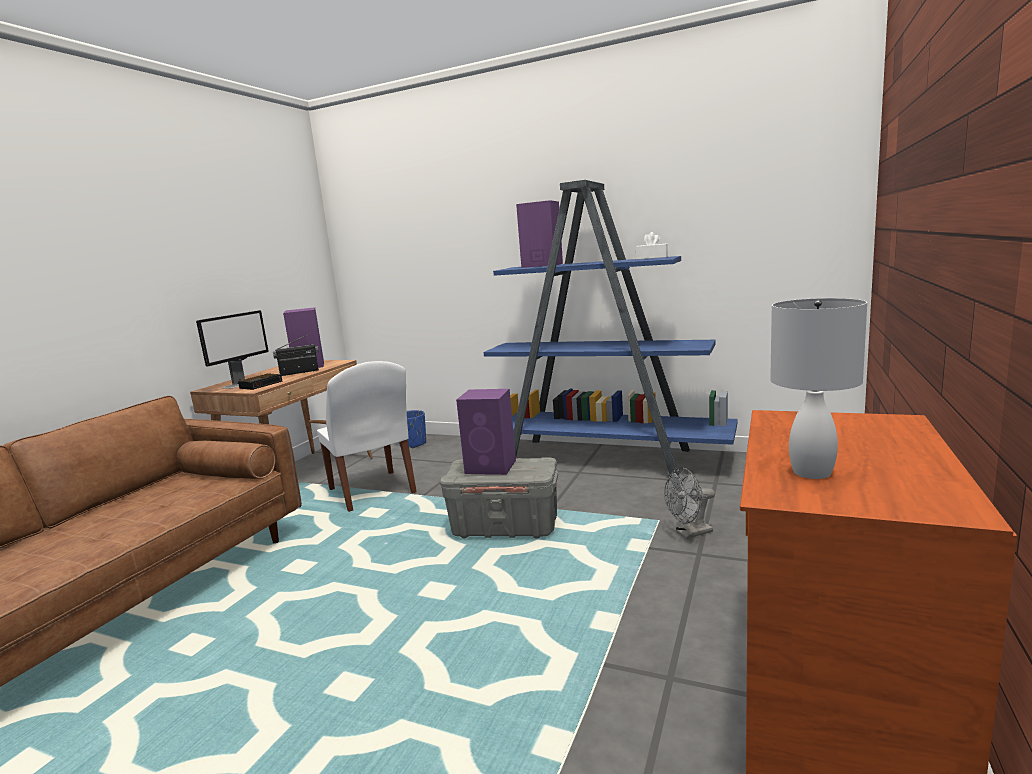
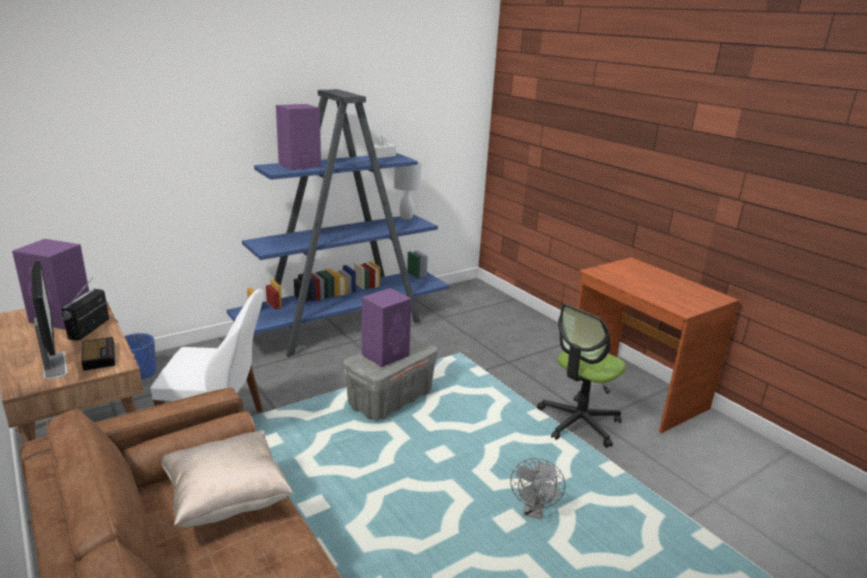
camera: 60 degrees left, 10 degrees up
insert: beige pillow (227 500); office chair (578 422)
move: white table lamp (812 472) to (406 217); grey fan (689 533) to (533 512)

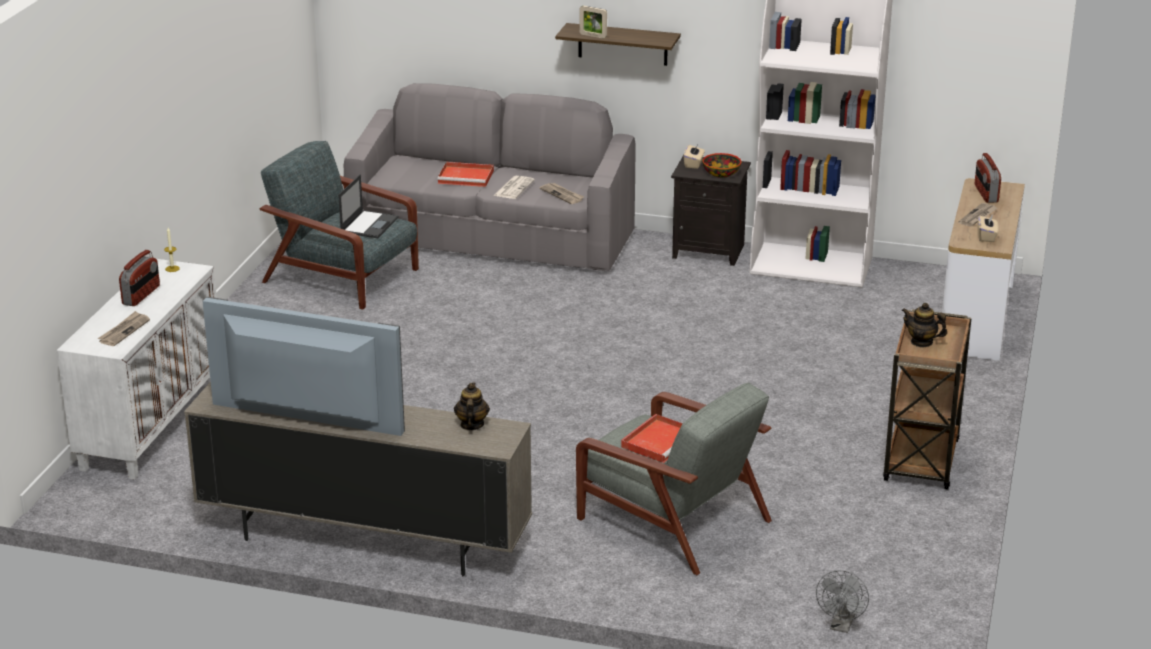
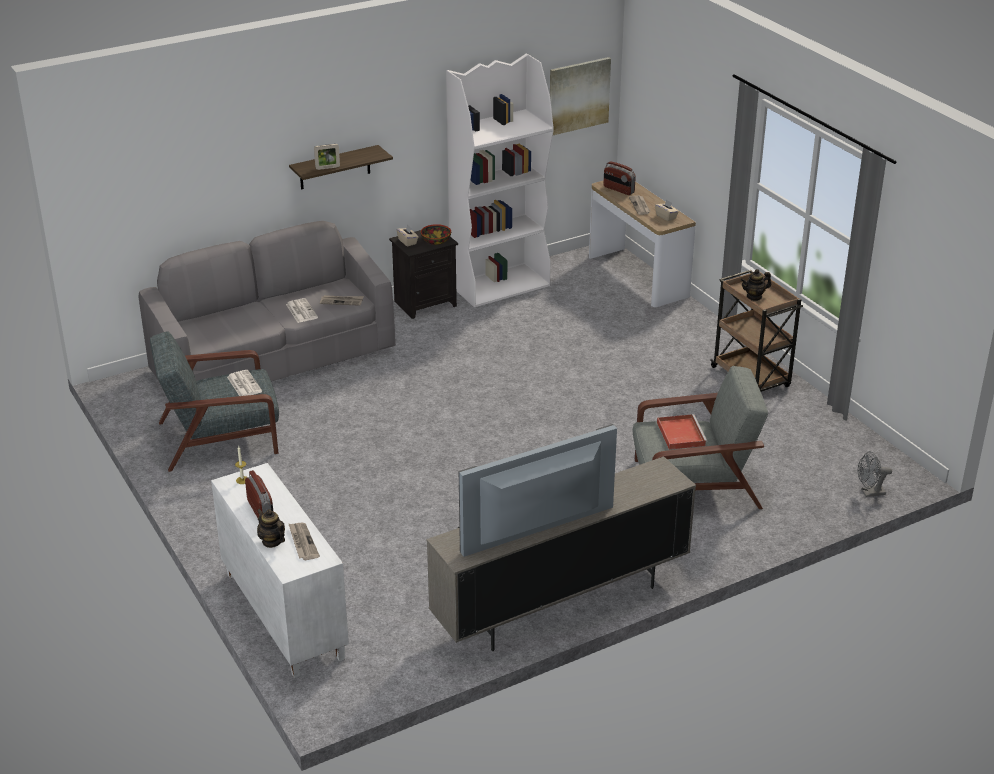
camera: 45 degrees left, 5 degrees up
delete: red tray (467 177)
insert: picture (578 95)
move: teapot (471 425) to (272 541)
replace: laptop (369 224) to newspaper (243 384)
rotate: grey fan (841 626) = (869 493) 105 degrees clockwise

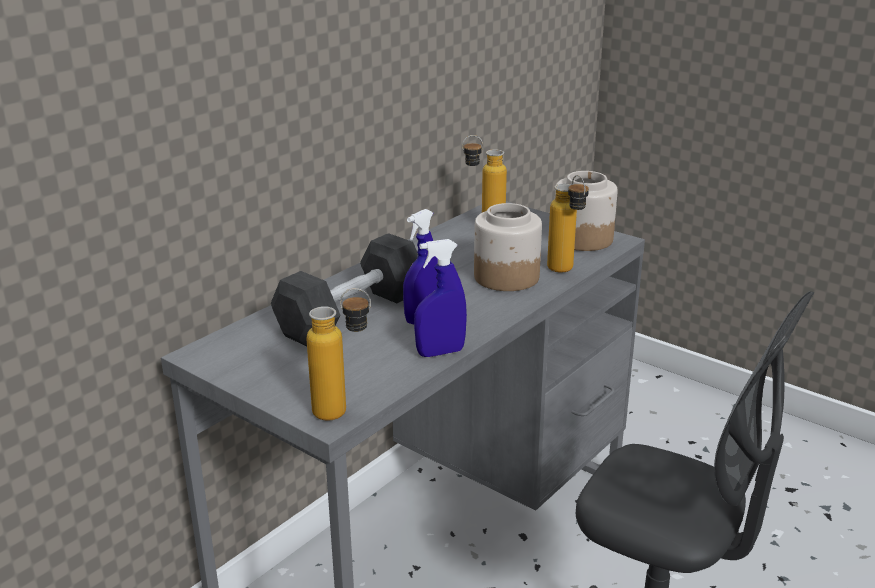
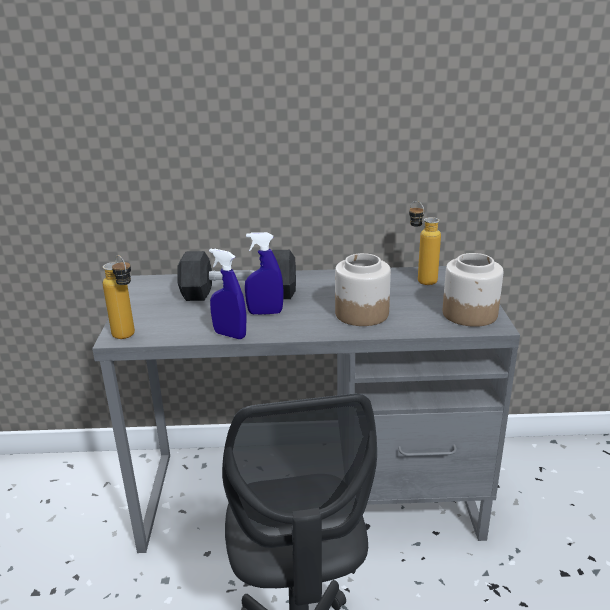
camera: 50 degrees right, 0 degrees up
delete: bottle (565 272)

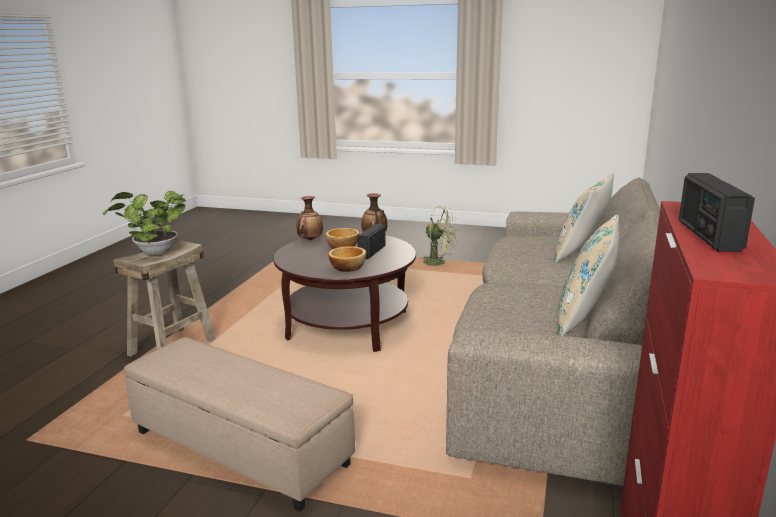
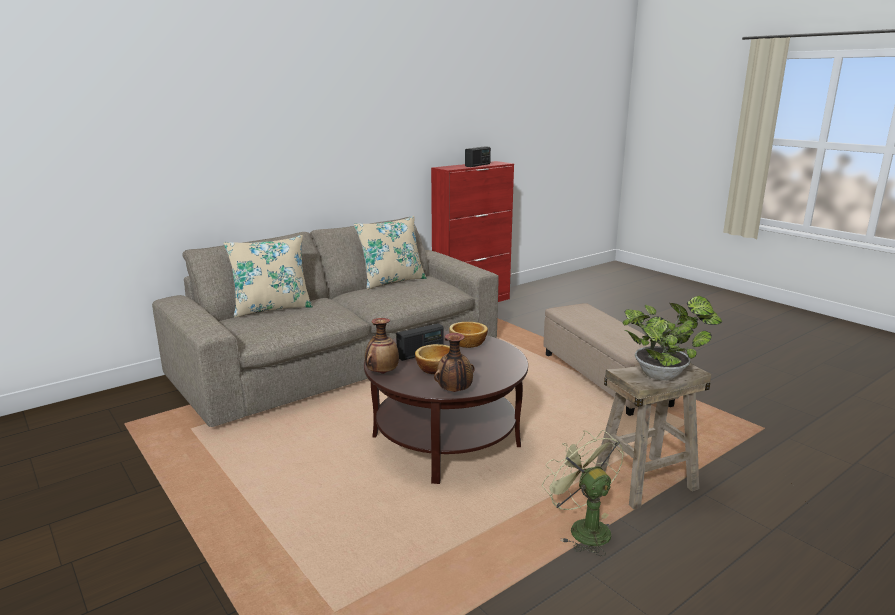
camera: 145 degrees left, 0 degrees up
move: green fan (439 263) to (582 528)

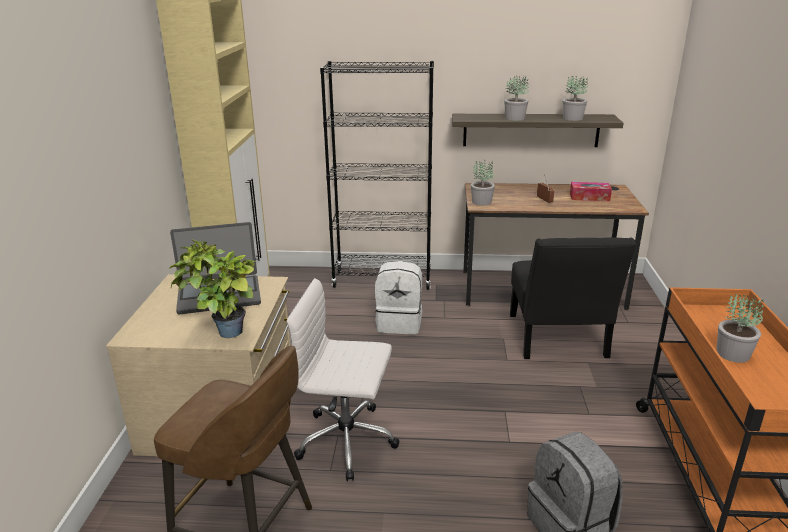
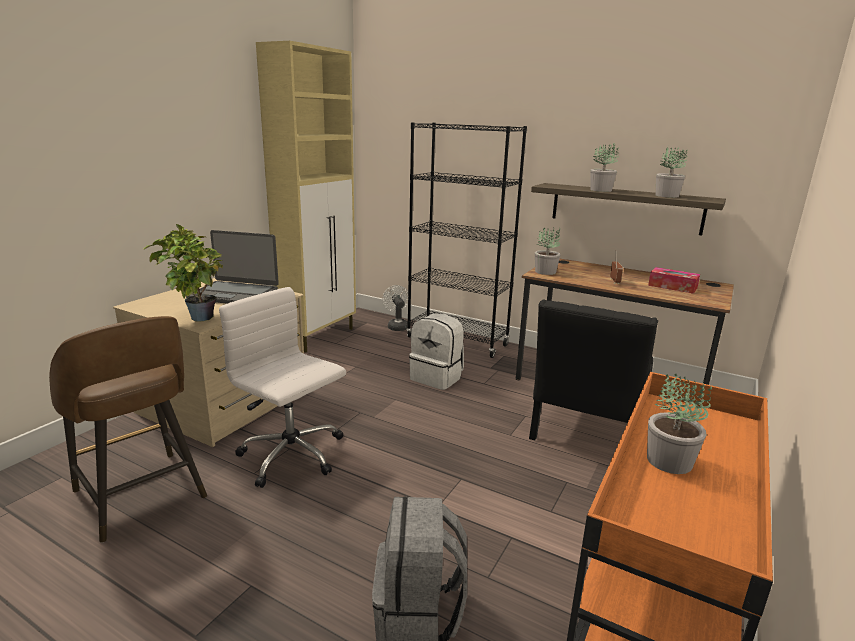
camera: 25 degrees right, 5 degrees down
insert: white fan (397 326)

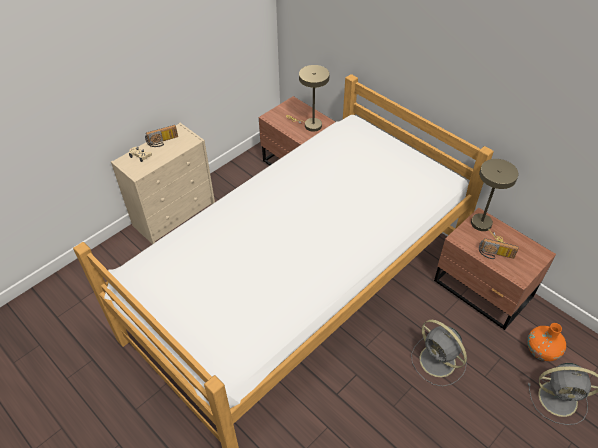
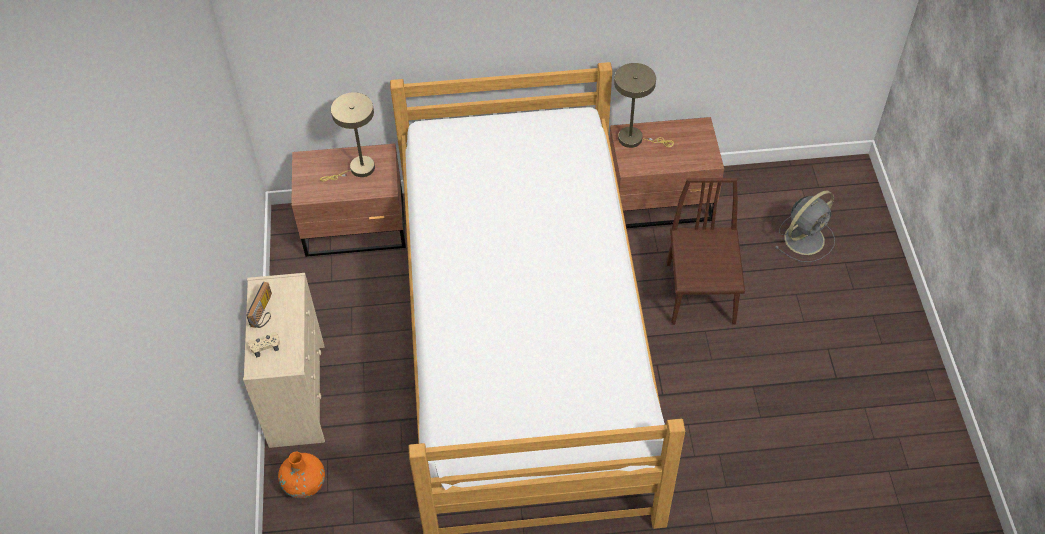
camera: 50 degrees left, 5 degrees up
delete: radio (495 255)
move: orange vase (541 351) to (304 484)
replace: grey fan (438 362) to brown chair (700 293)

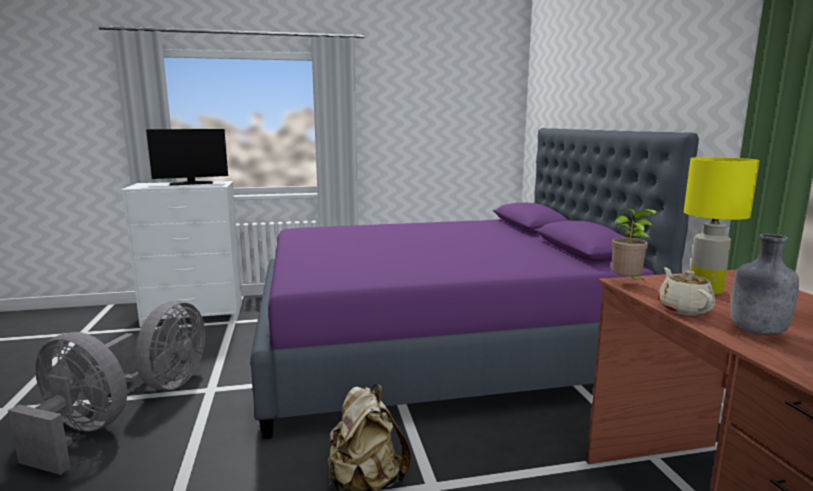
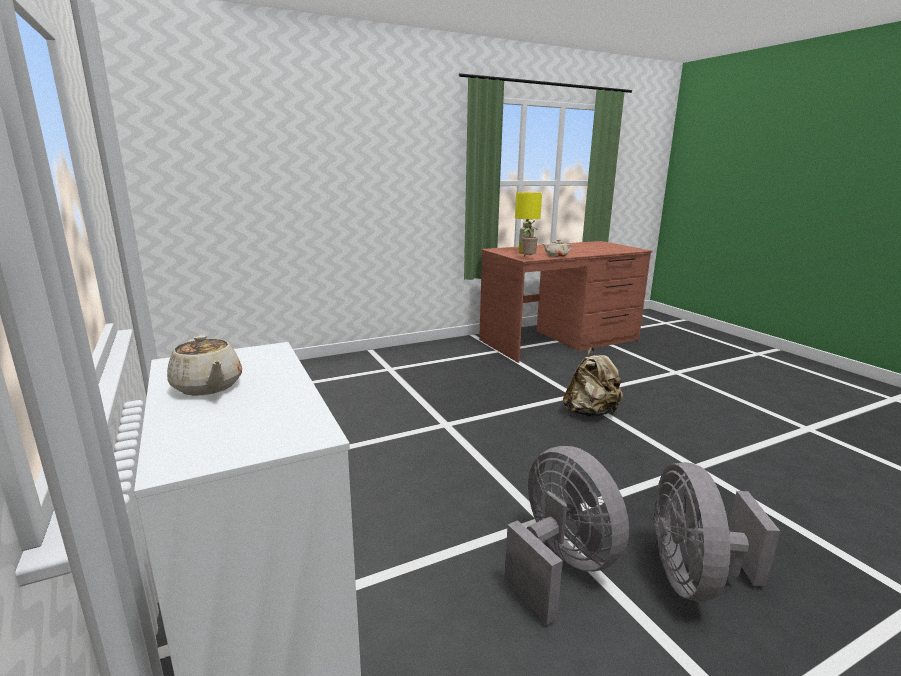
camera: 105 degrees left, 5 degrees up
delete: purple bed (438 348); grey bottle (756 332)
replace: monitor (191 183) to beige teapot (208 387)
rotate: grey fan (165 385) = (560 565) 60 degrees clockwise

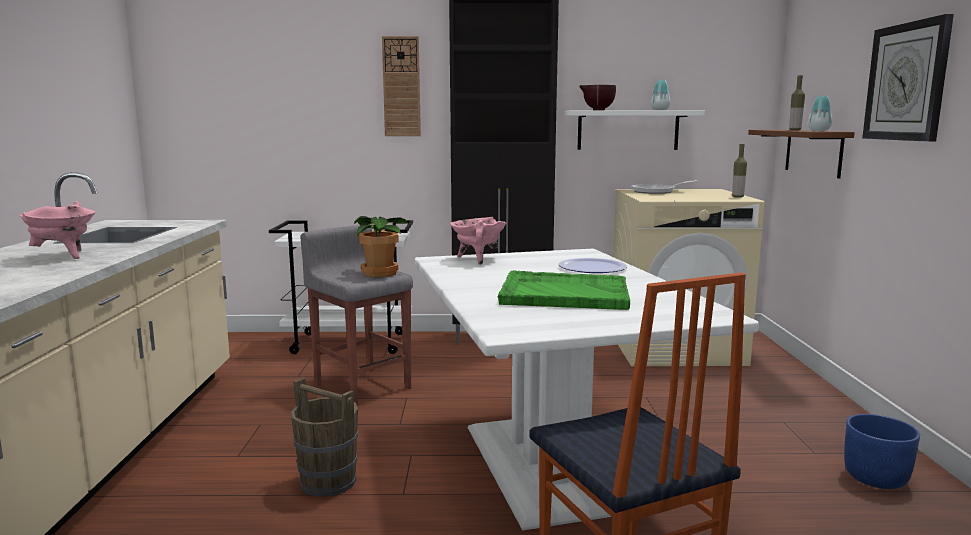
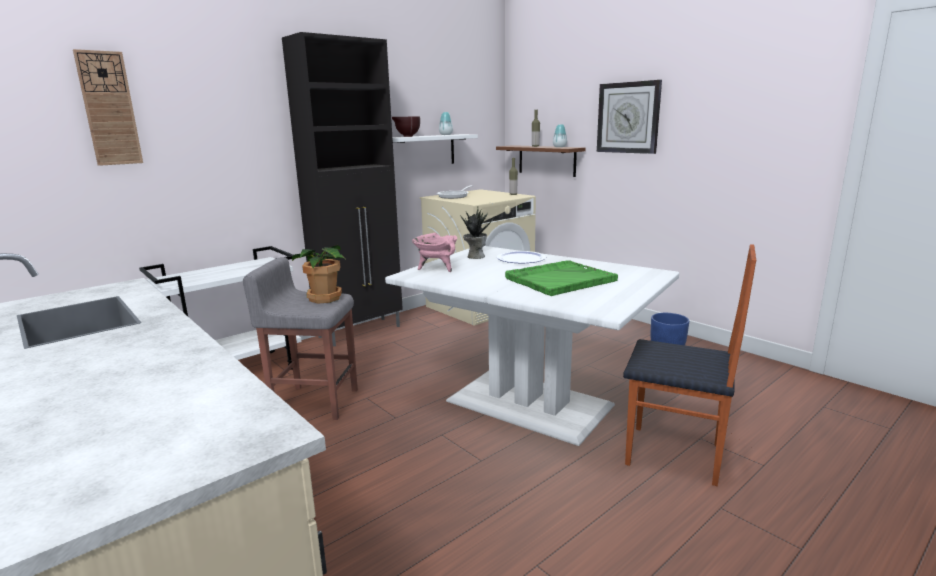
camera: 40 degrees left, 5 degrees up
delete: pink cooking pot (64 256); brown bucket (327 481)
insert: potted plant (475 256)
move: wall clock (401 87) to (109 109)

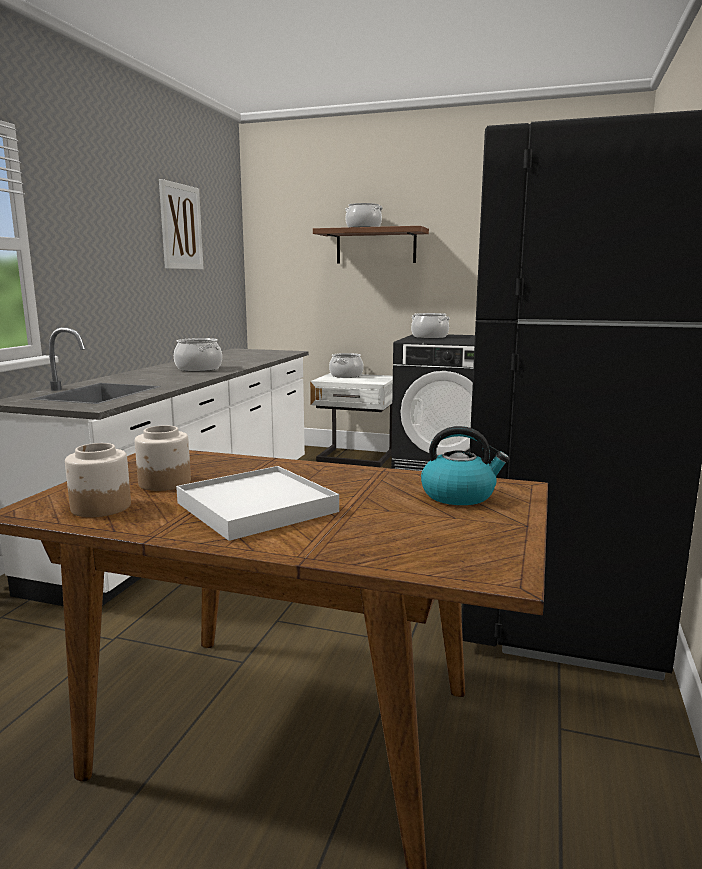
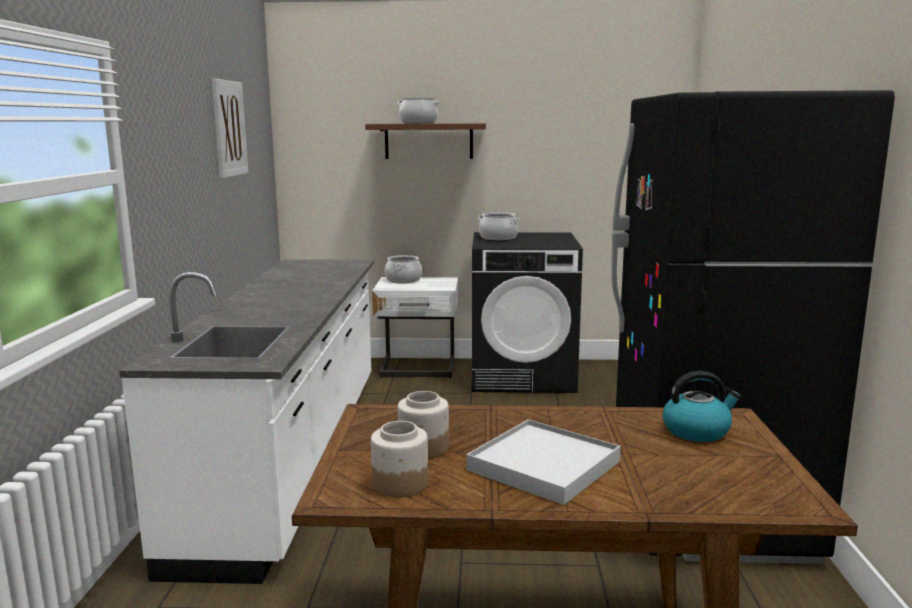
camera: 15 degrees left, 0 degrees up
delete: cooking pot (198 369)

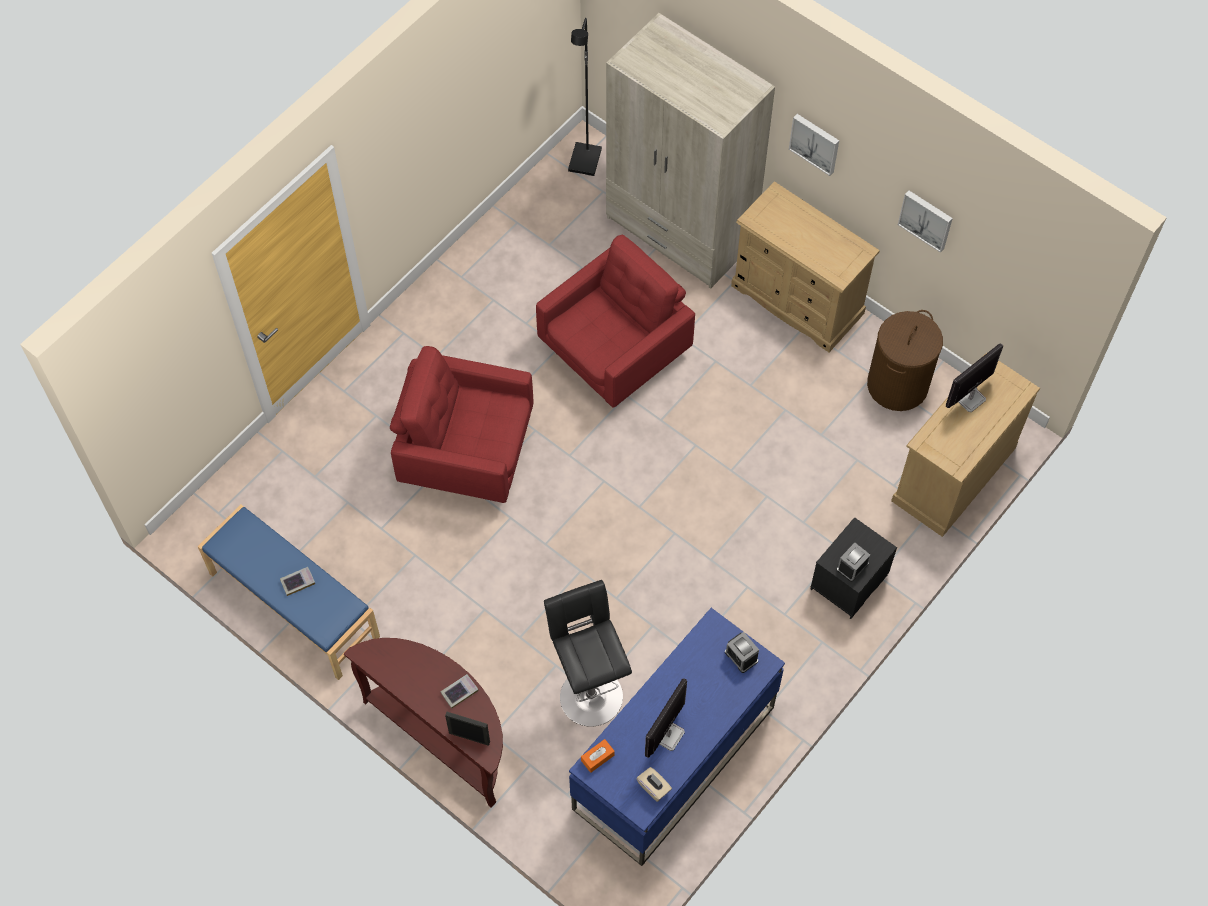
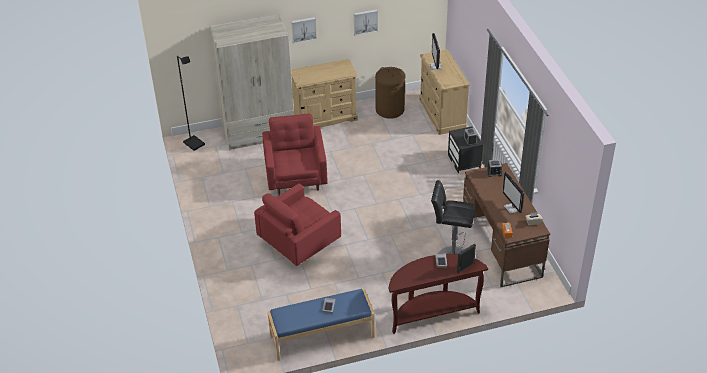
camera: 55 degrees left, 20 degrees down
recolor: blue desk (673 759) to brown desk (501 246)

